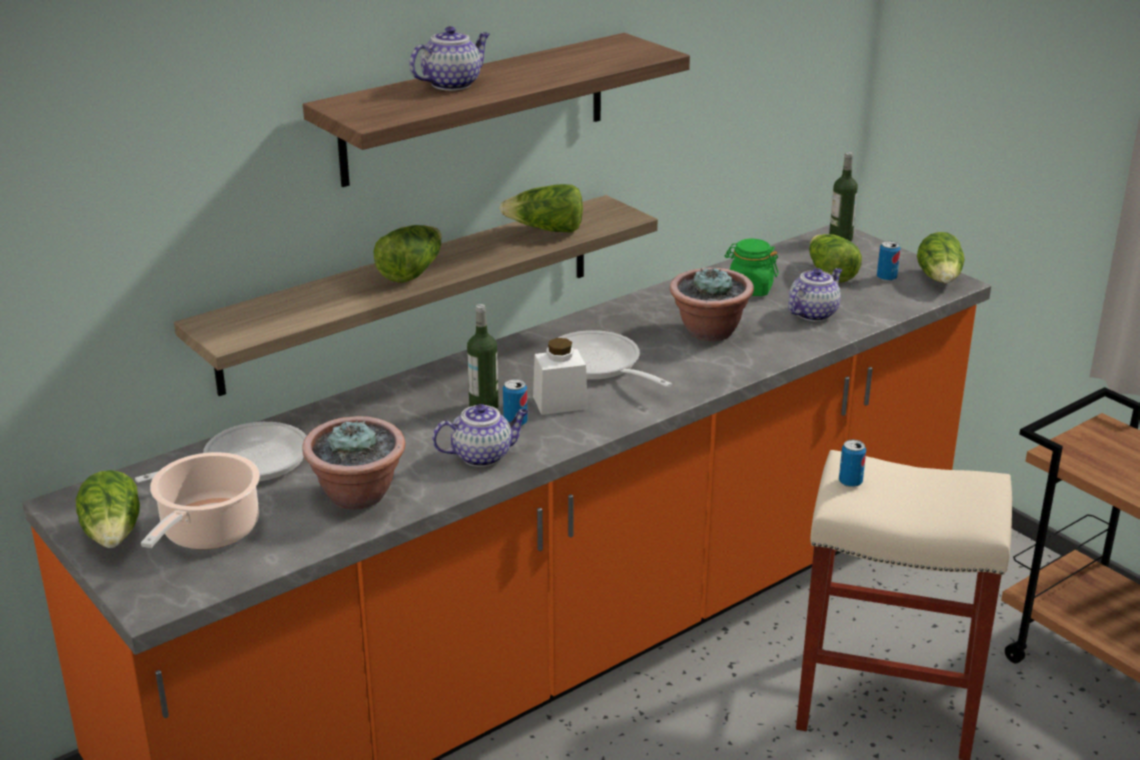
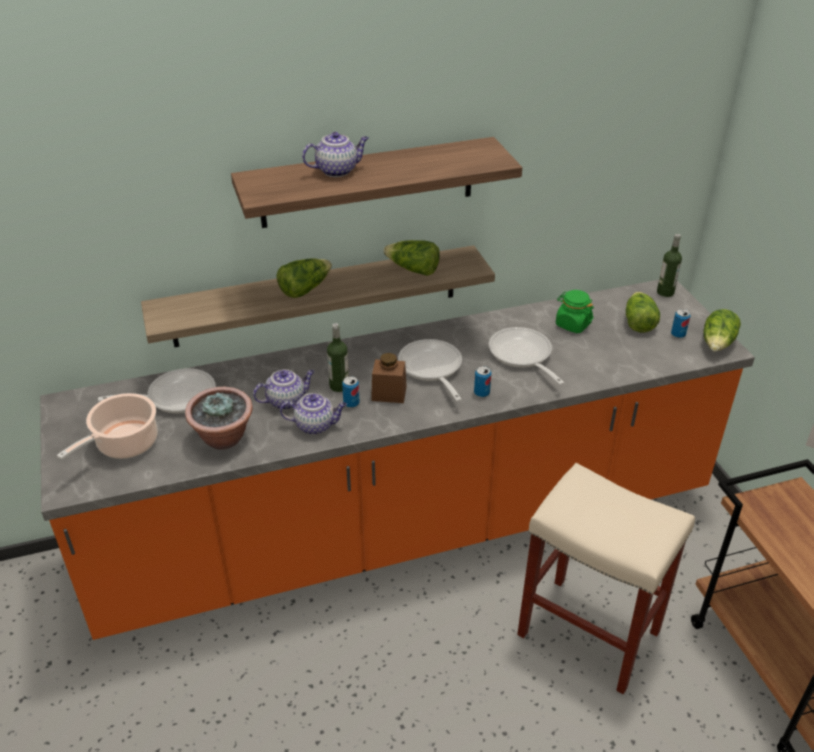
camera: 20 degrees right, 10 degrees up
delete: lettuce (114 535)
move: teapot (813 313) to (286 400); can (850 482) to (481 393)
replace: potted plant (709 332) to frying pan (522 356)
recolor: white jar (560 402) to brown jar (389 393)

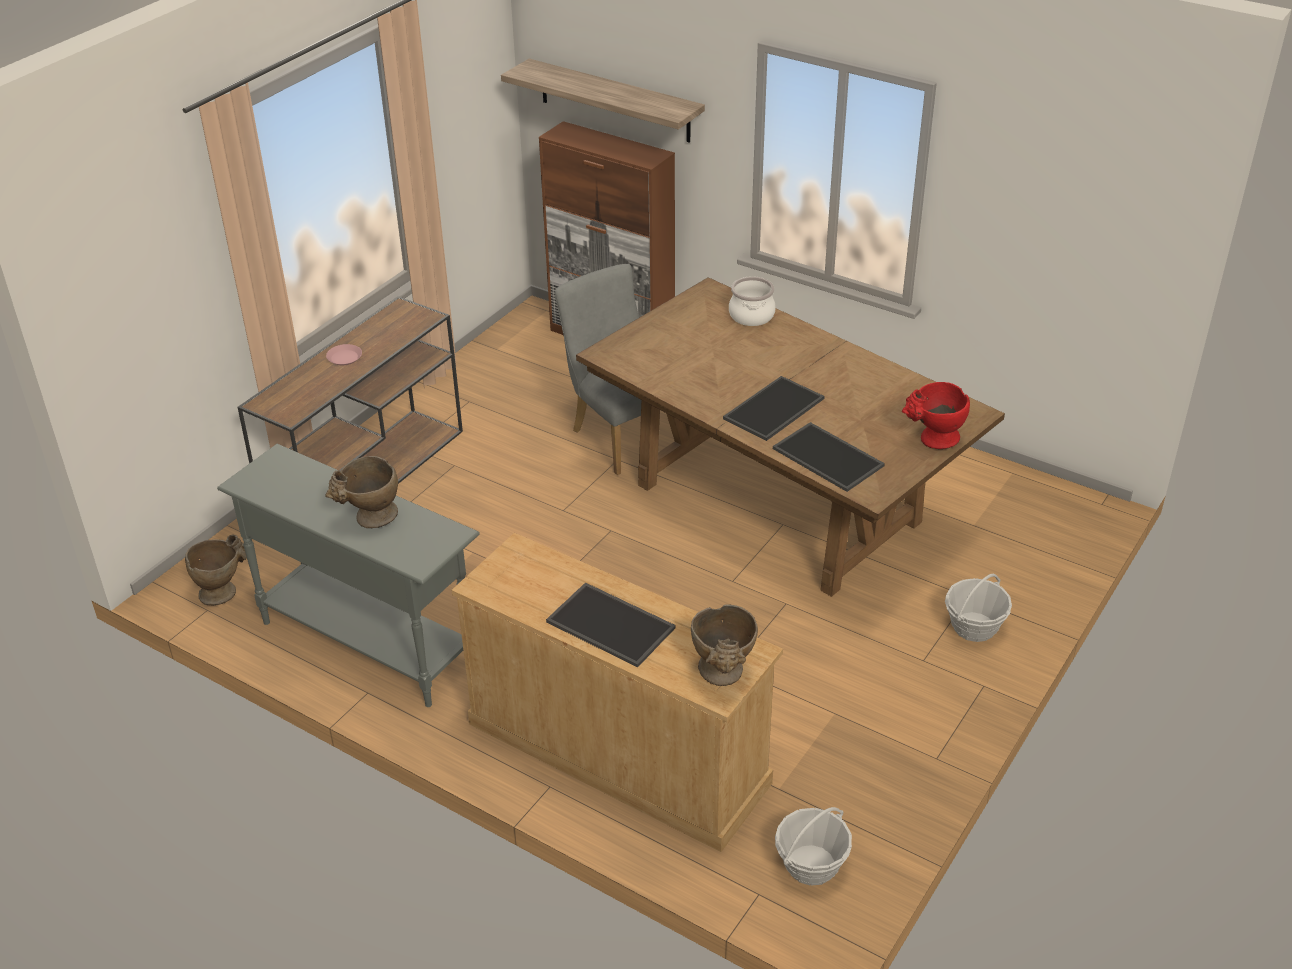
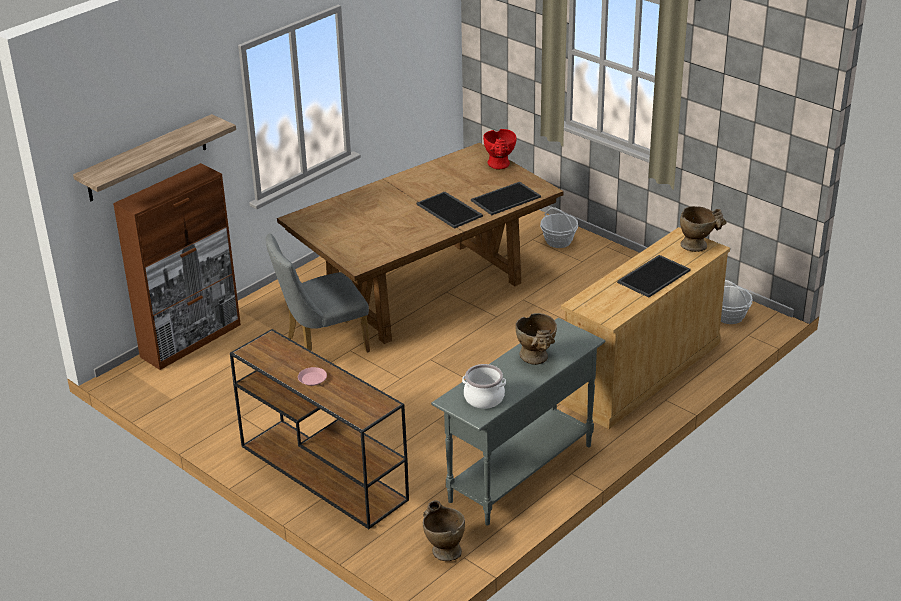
camera: 80 degrees left, 5 degrees down
move: cooking pot (752 316) to (484 398)

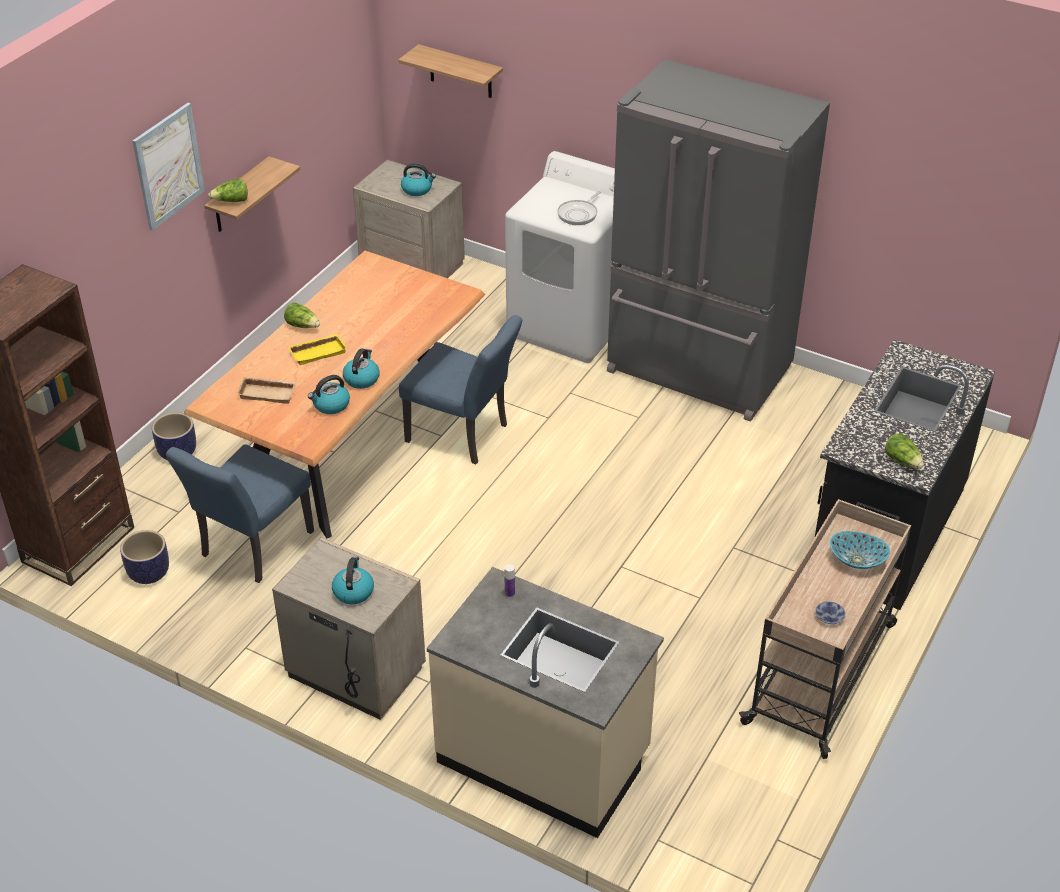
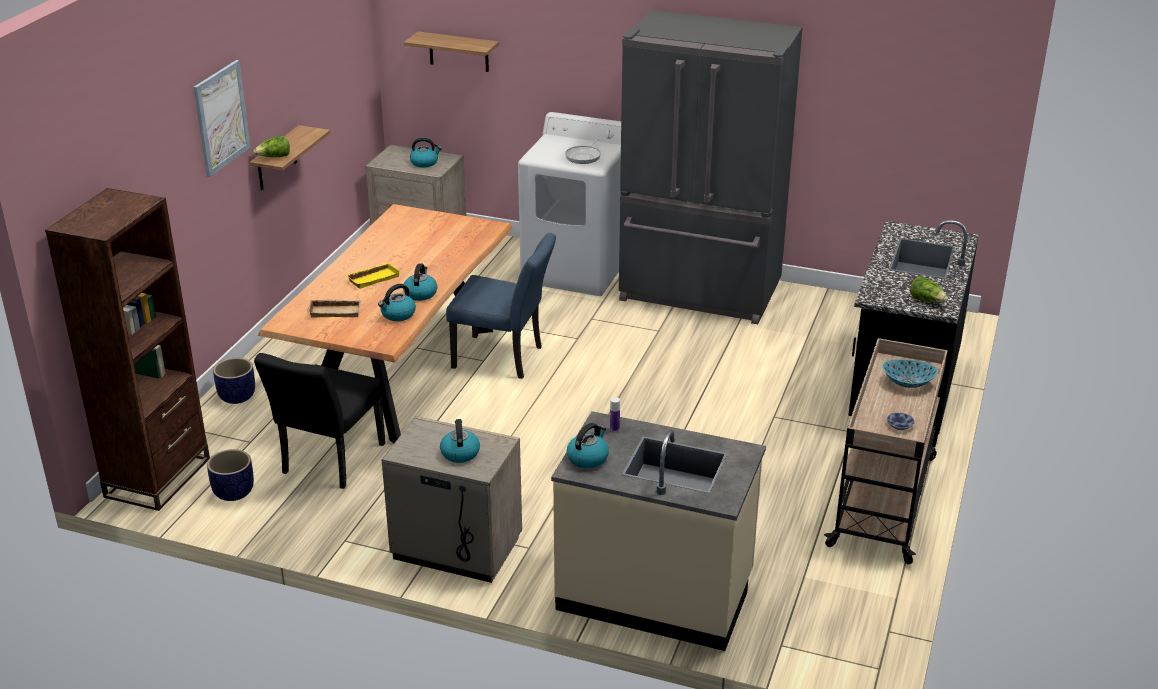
camera: 10 degrees left, 10 degrees down
delete: lettuce (303 325)
insert: kettle (588 458)
recolor: blue chair (251 548) to black chair (329 463)

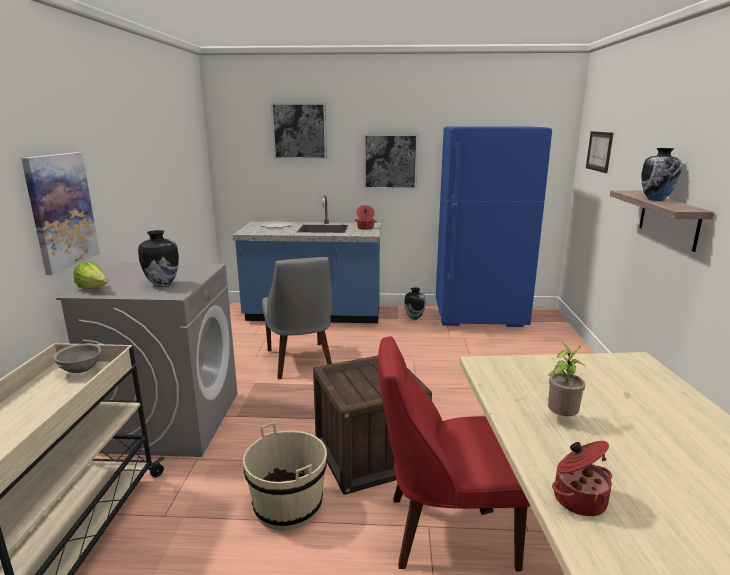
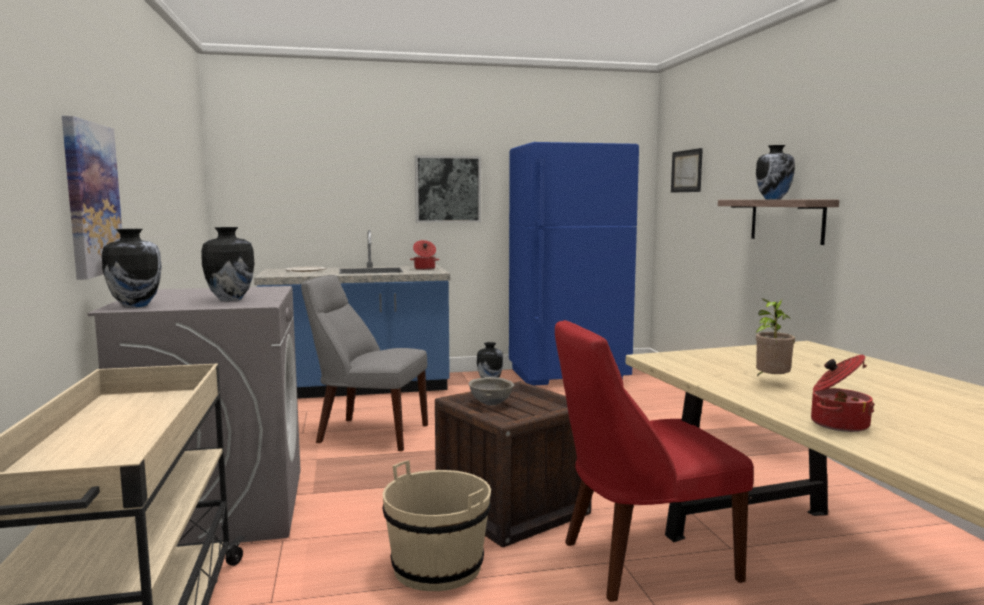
camera: 15 degrees left, 10 degrees down
delete: picture (299 131)
move: grey bowl (81 370) to (491 404)
replace: lettuce (94 289) to vase (135 305)
rotate: grey chair (300 362) = (368 433) 135 degrees clockwise

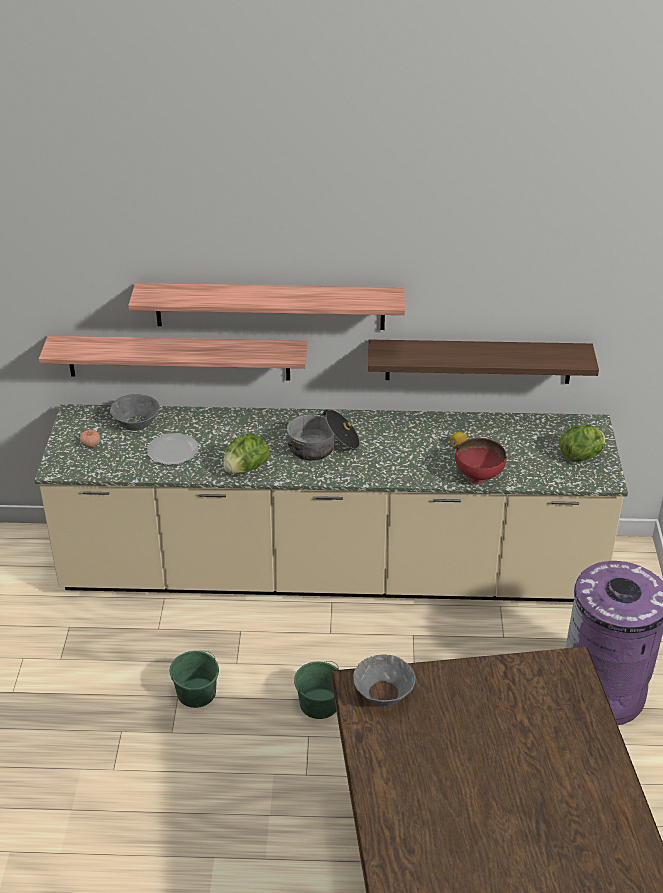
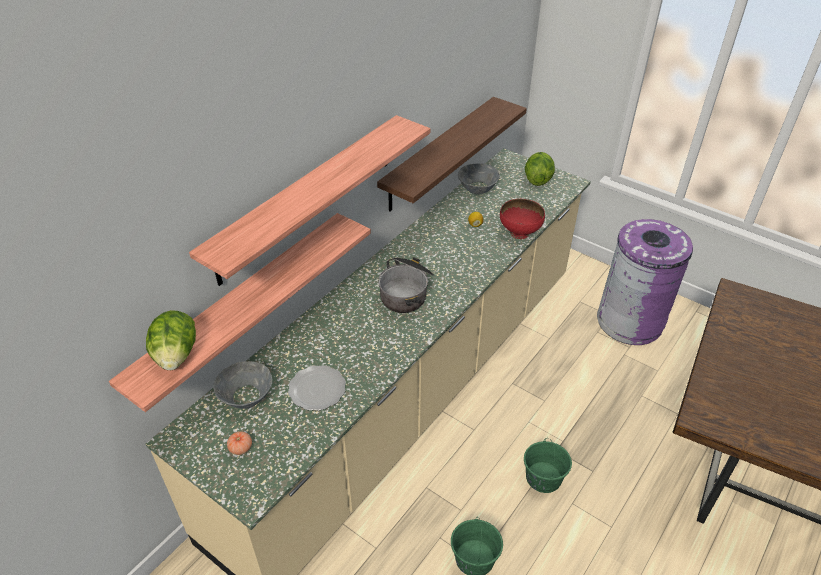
camera: 55 degrees left, 5 degrees up
move: lettuce (245 469) to (176 355); grey bowl (383 693) to (477 188)

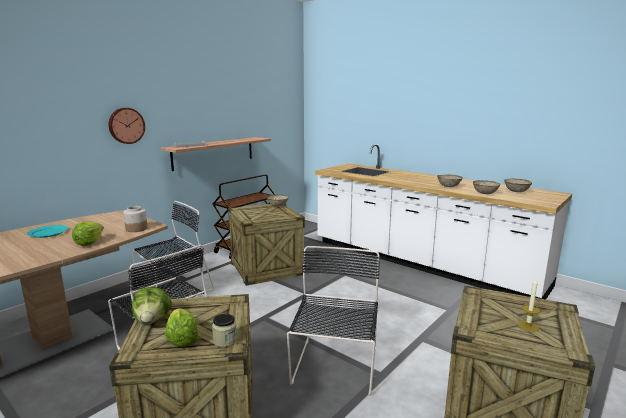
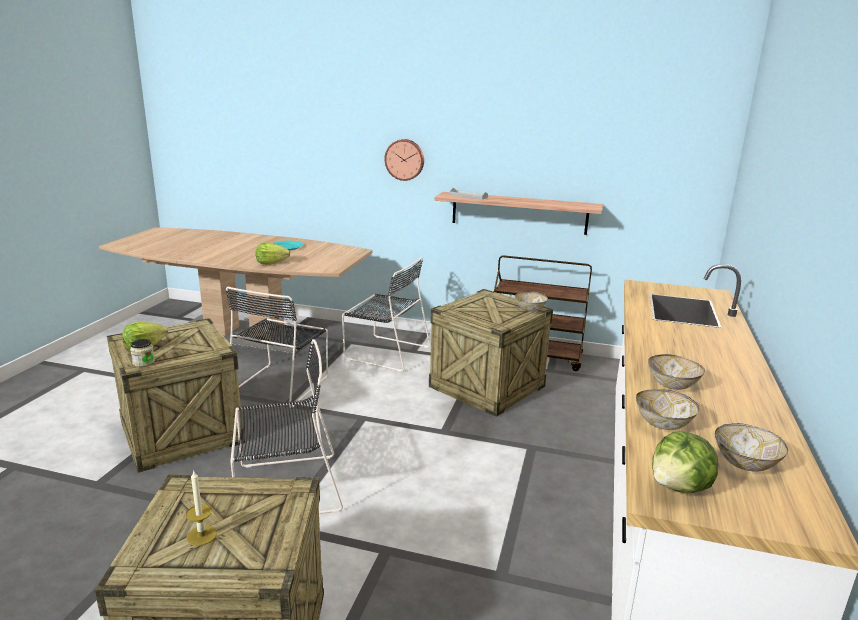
camera: 65 degrees right, 5 degrees up
delete: jar (136 229)
move: lettuce (153 321) to (679 487)

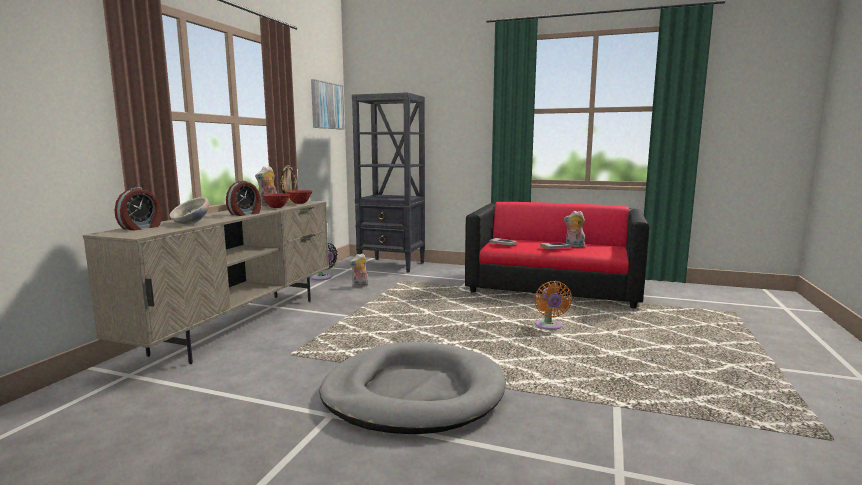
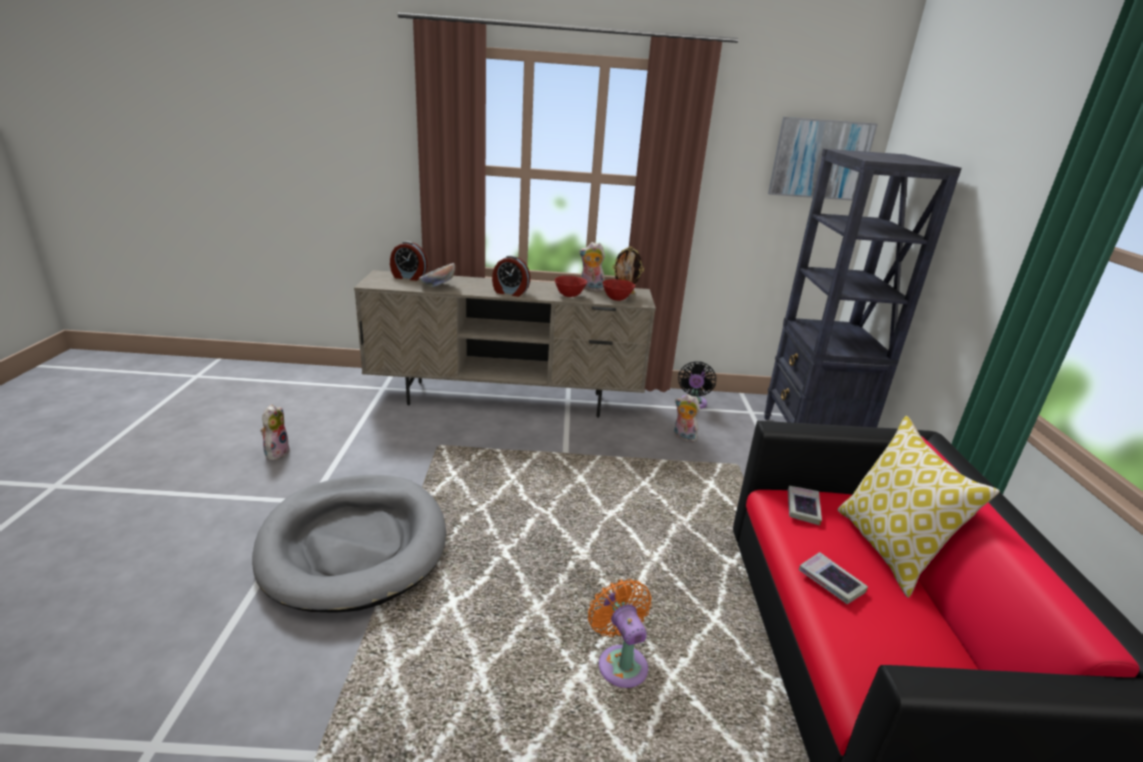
camera: 70 degrees right, 15 degrees up
insert: pillow (889 549)
move: plush toy (574 246) to (276 452)
rotate: orange fan (549 327) = (620 662) 90 degrees clockwise

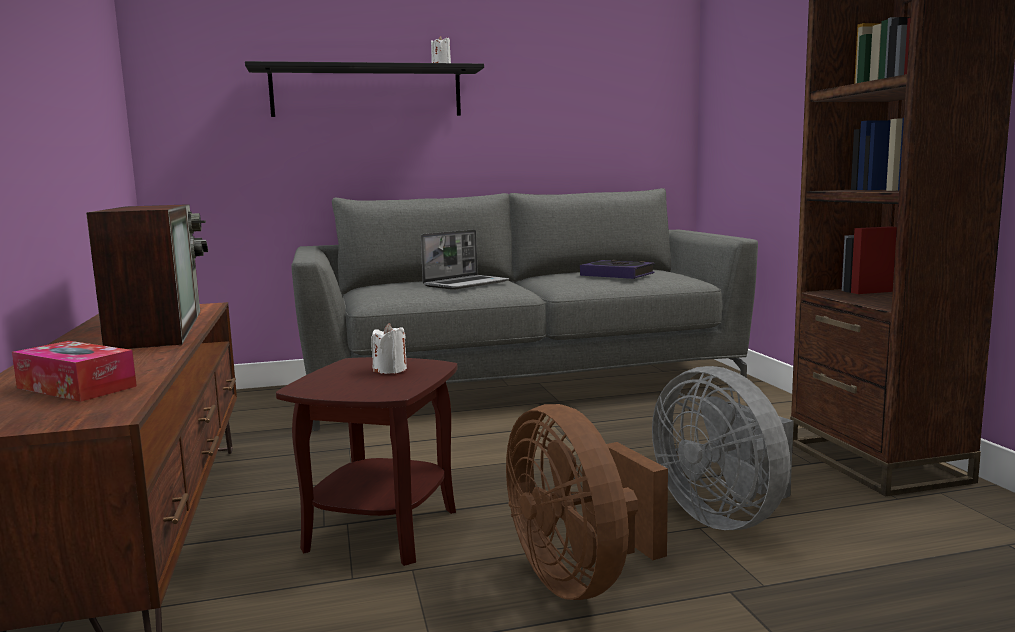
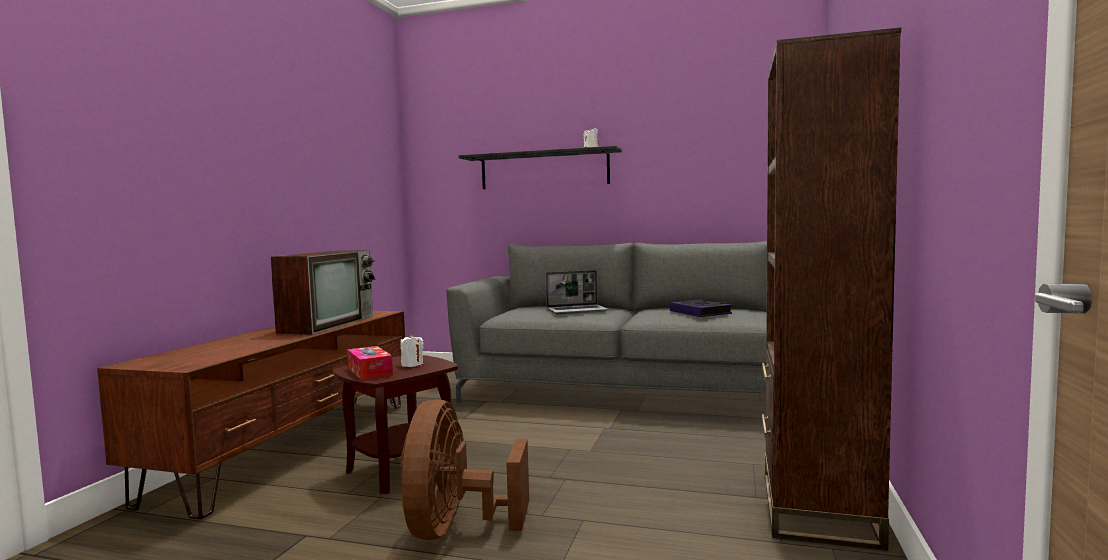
camera: 30 degrees right, 5 degrees down
delete: grey fan (724 516)
move: tissue box (76 387) to (370 371)

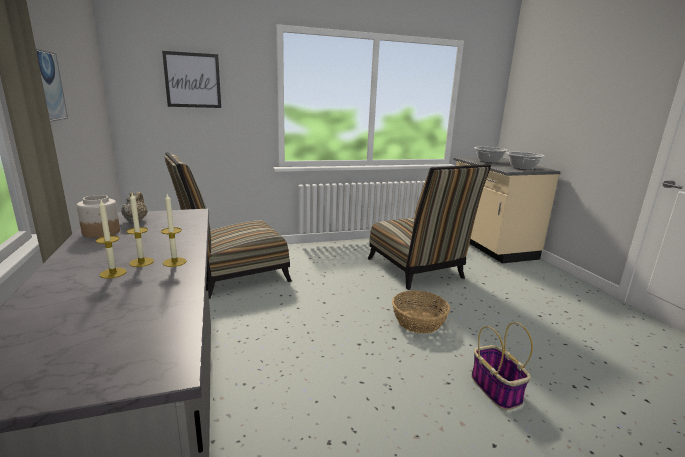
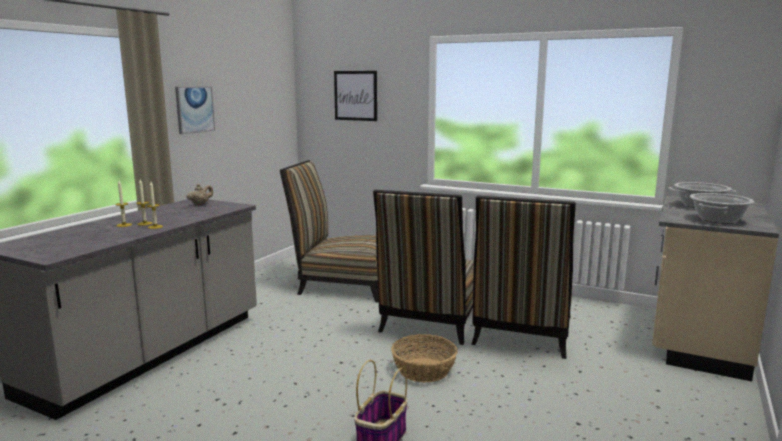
camera: 45 degrees right, 5 degrees down
delete: jar (100 232)
insert: chair (430 322)

